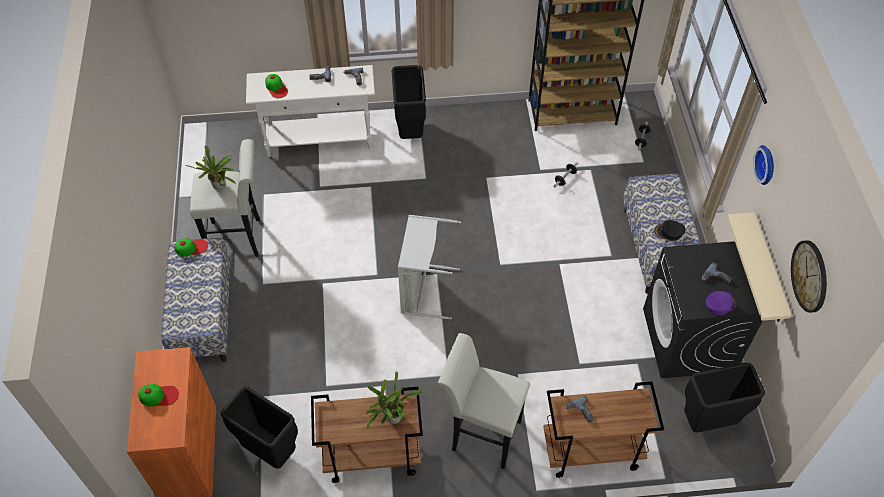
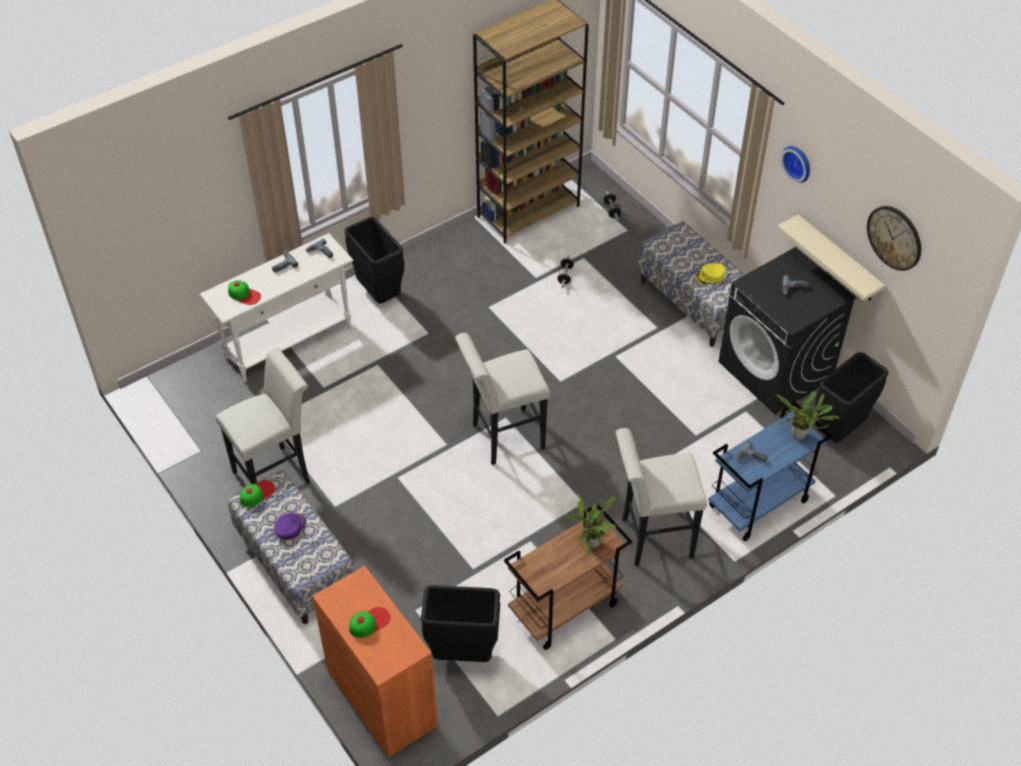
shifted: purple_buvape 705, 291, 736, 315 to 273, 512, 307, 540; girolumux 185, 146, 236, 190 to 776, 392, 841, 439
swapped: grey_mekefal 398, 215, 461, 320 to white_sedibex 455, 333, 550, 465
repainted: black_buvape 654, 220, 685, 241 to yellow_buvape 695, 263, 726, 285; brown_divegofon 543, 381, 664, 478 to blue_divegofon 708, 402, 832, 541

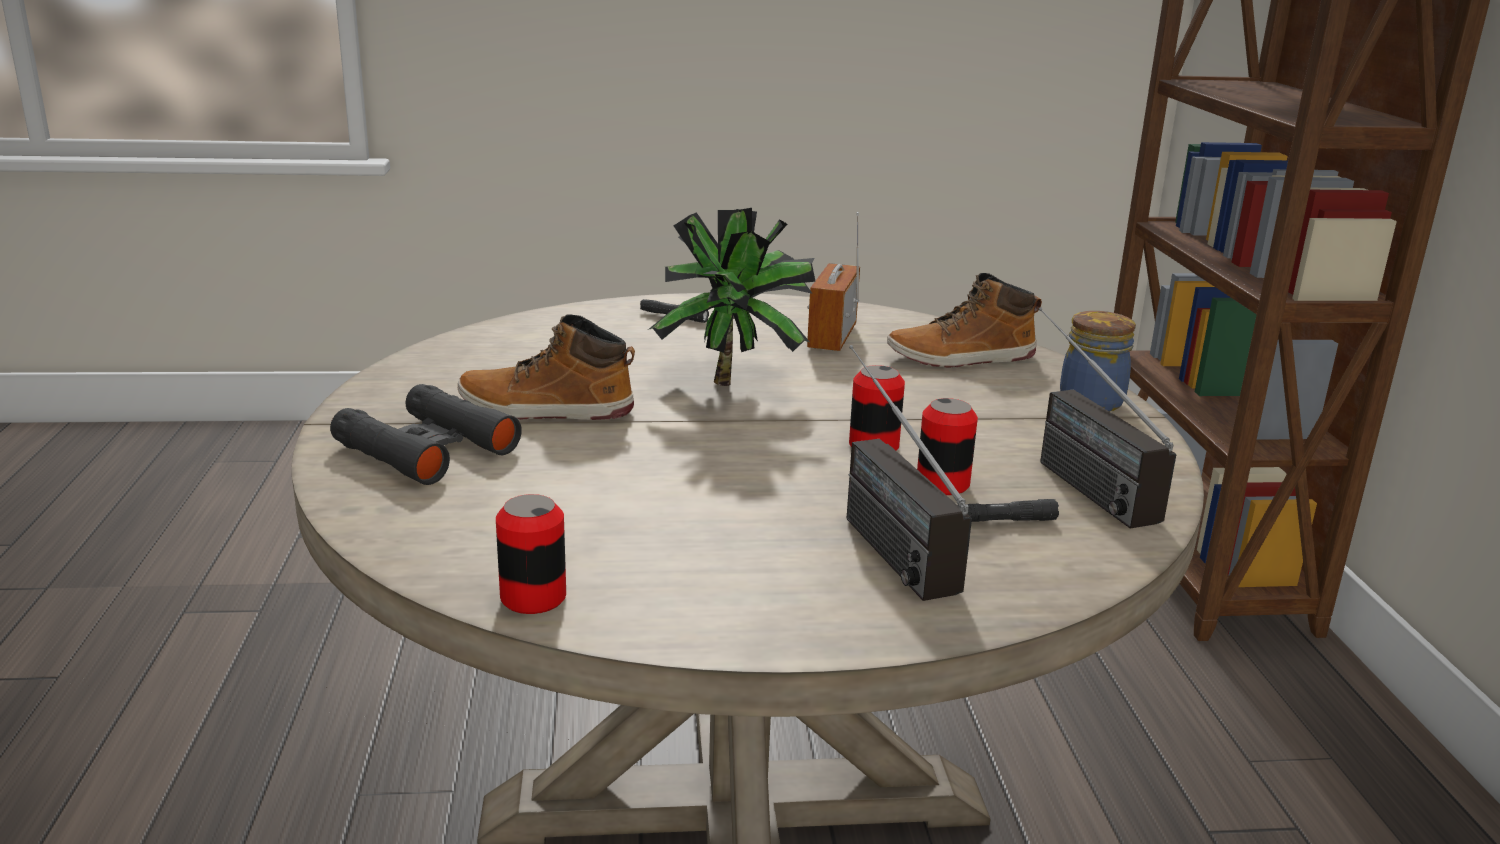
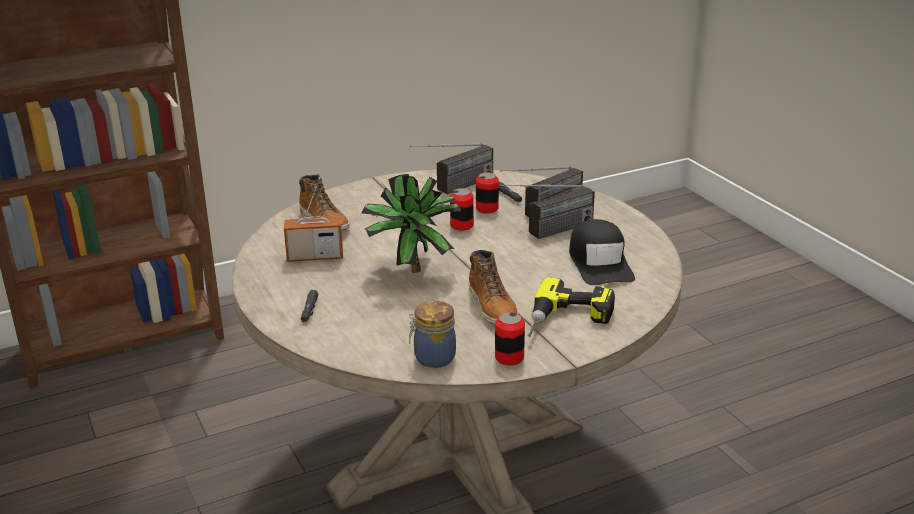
new: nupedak 499, 184, 595, 239; black_buvape 569, 219, 635, 285
shifted: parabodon 1060, 311, 1136, 412 to 409, 301, 456, 368; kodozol 496, 494, 566, 614 to 495, 312, 525, 365
swapped: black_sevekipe 330, 384, 522, 485 to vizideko 528, 277, 615, 338

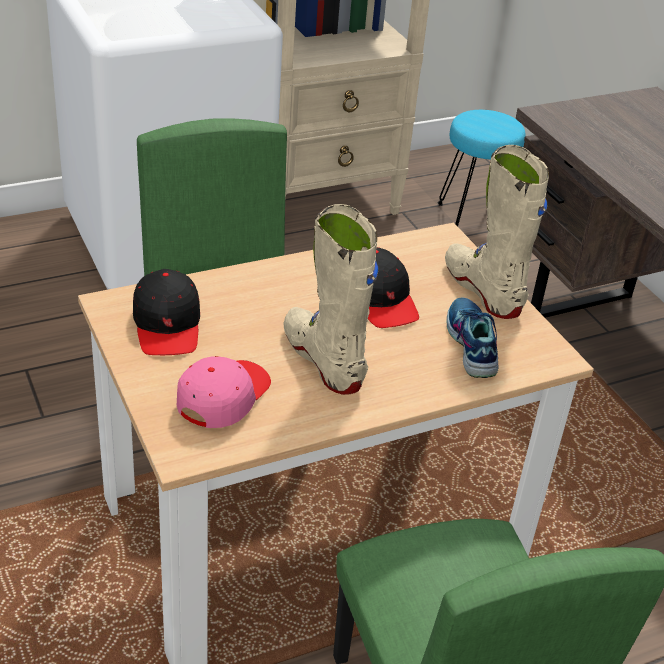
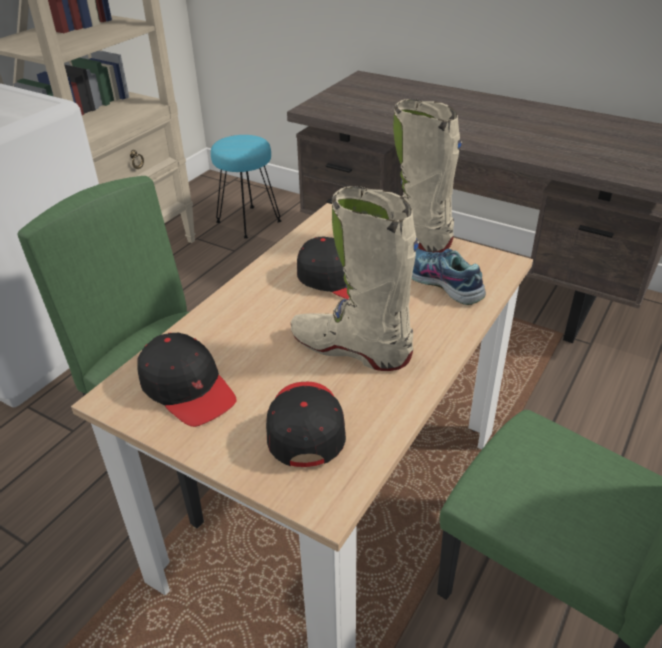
repainted: pink_buvape 177, 356, 271, 428 to black_buvape 266, 382, 346, 467

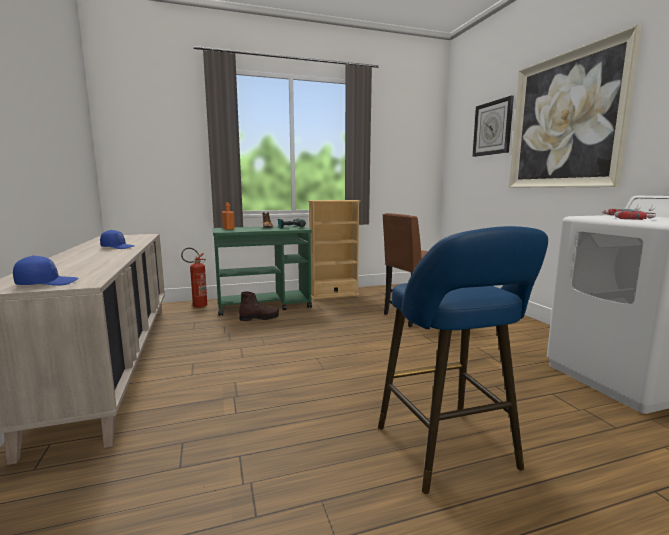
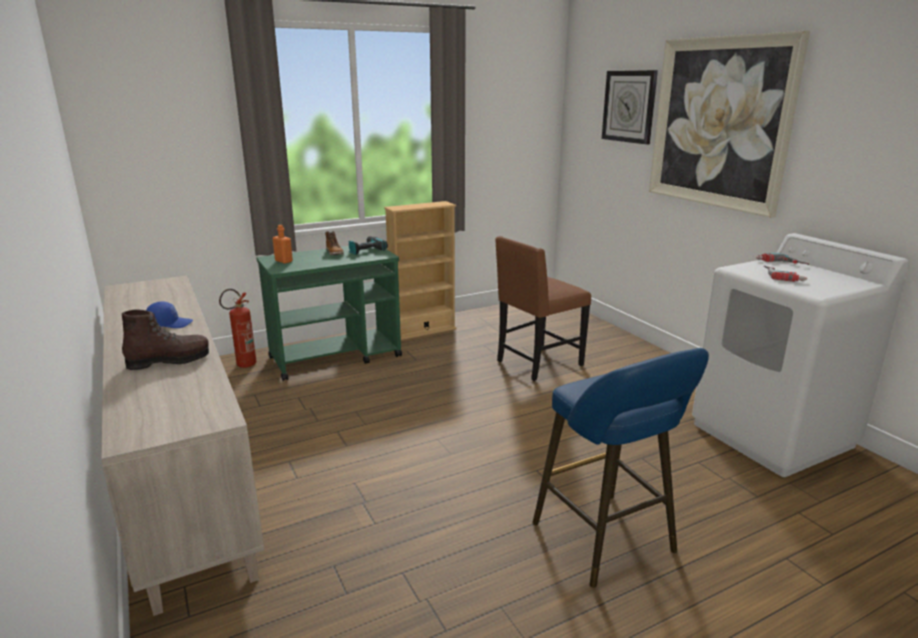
gone: blue_buvape 13, 255, 78, 286
shifted: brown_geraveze 239, 291, 279, 321 to 122, 310, 209, 370

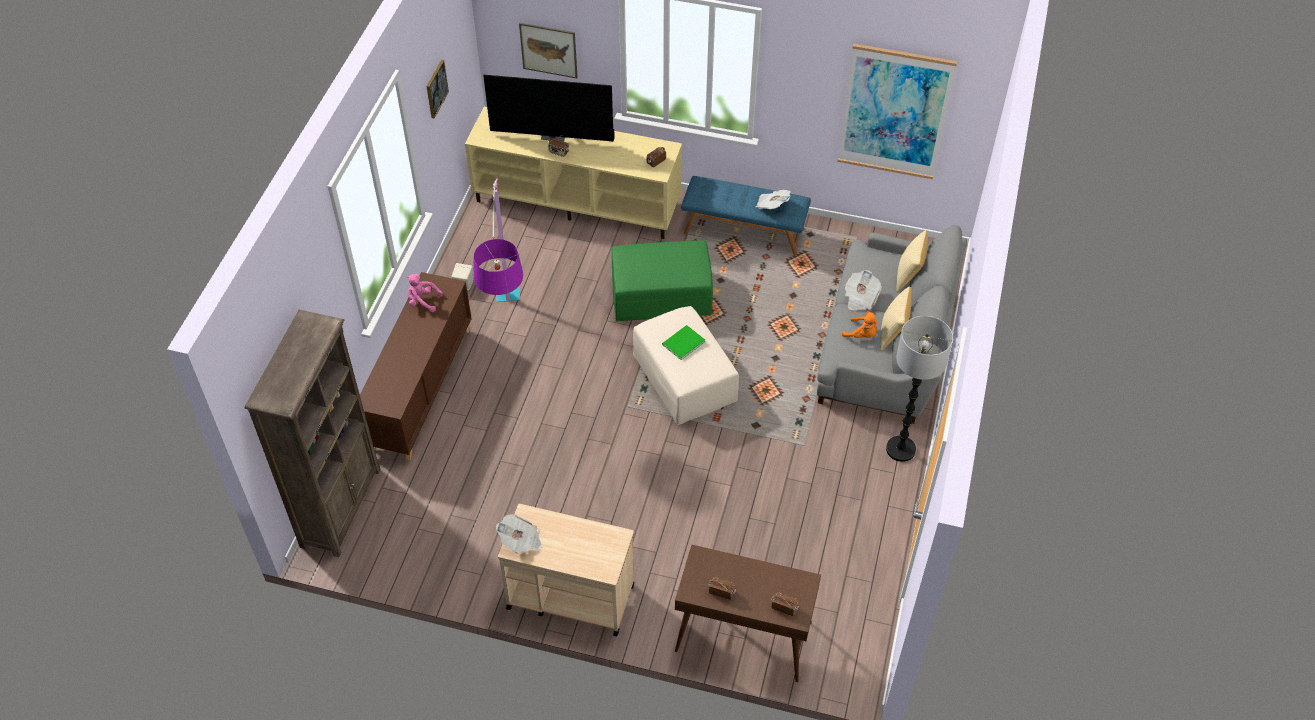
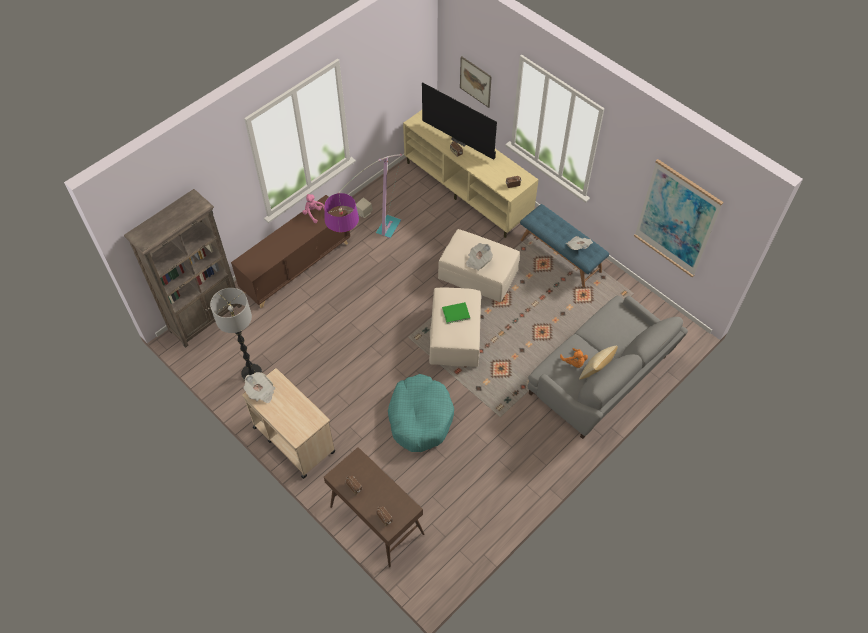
gone: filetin 426, 60, 449, 119; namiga 896, 230, 928, 292
new: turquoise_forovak 388, 374, 454, 452
shifted: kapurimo 886, 316, 953, 462 to 210, 288, 262, 381; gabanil 845, 270, 882, 310 to 465, 243, 493, 271
repainted: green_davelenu 612, 241, 713, 321 to beige_davelenu 438, 229, 520, 302

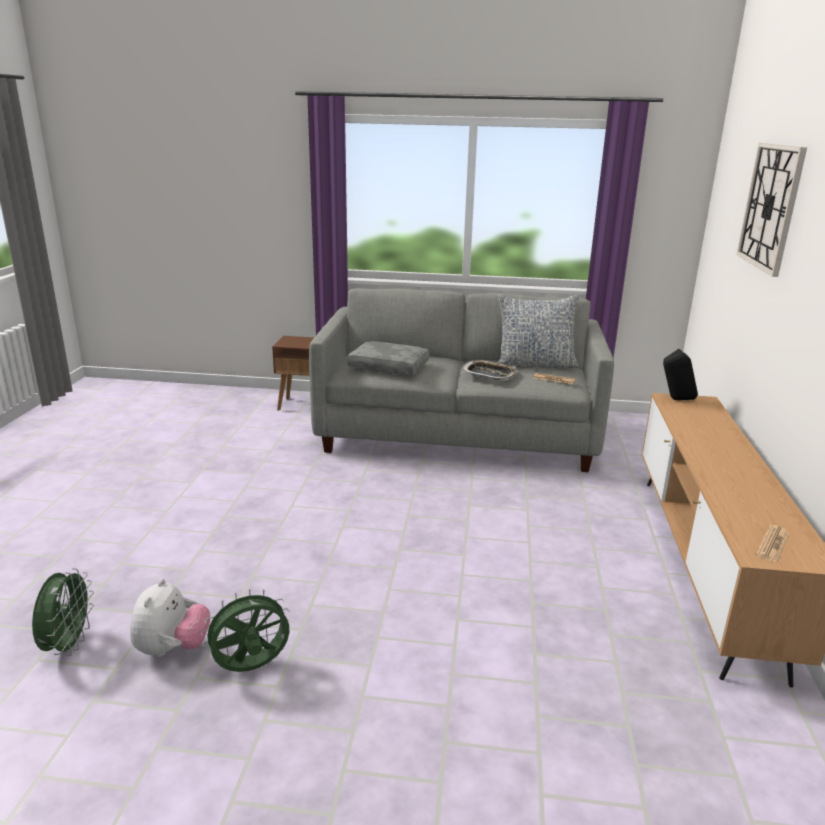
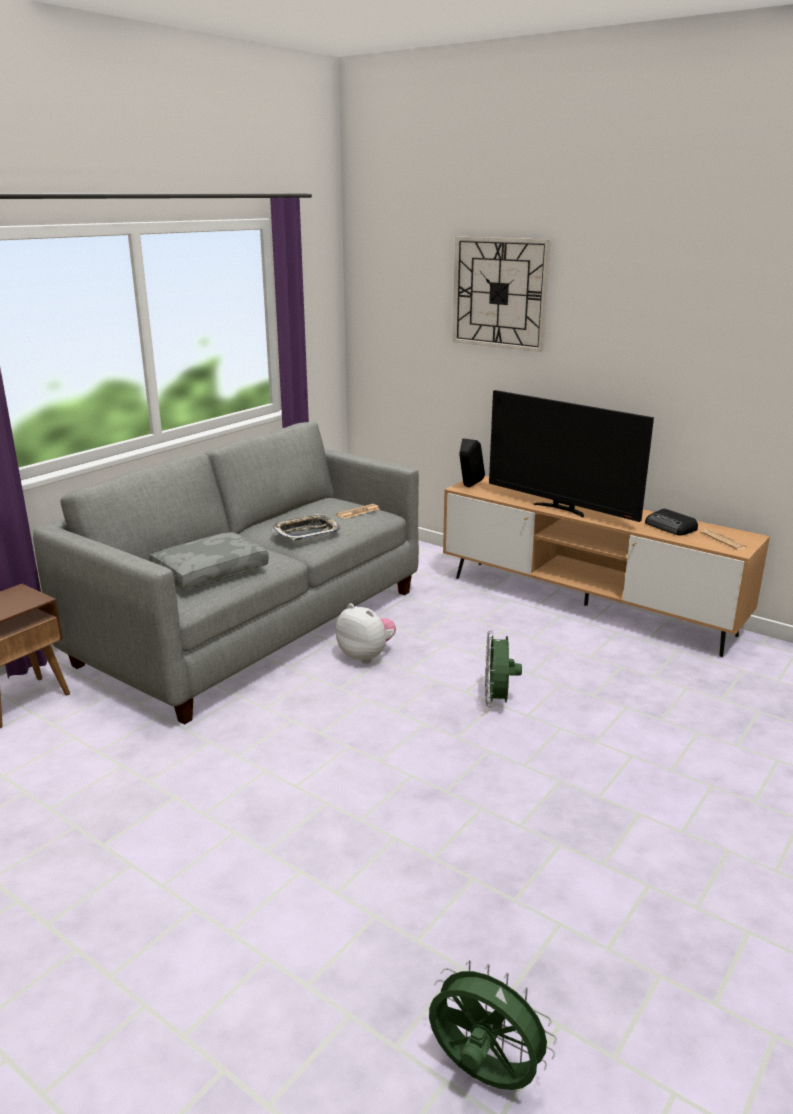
gone: namiga 497, 294, 579, 368
new: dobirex 489, 390, 654, 522; nupedak 645, 509, 698, 535
shifted: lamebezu 130, 579, 210, 657 to 336, 603, 396, 664; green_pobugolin 201, 589, 290, 672 to 485, 630, 522, 707

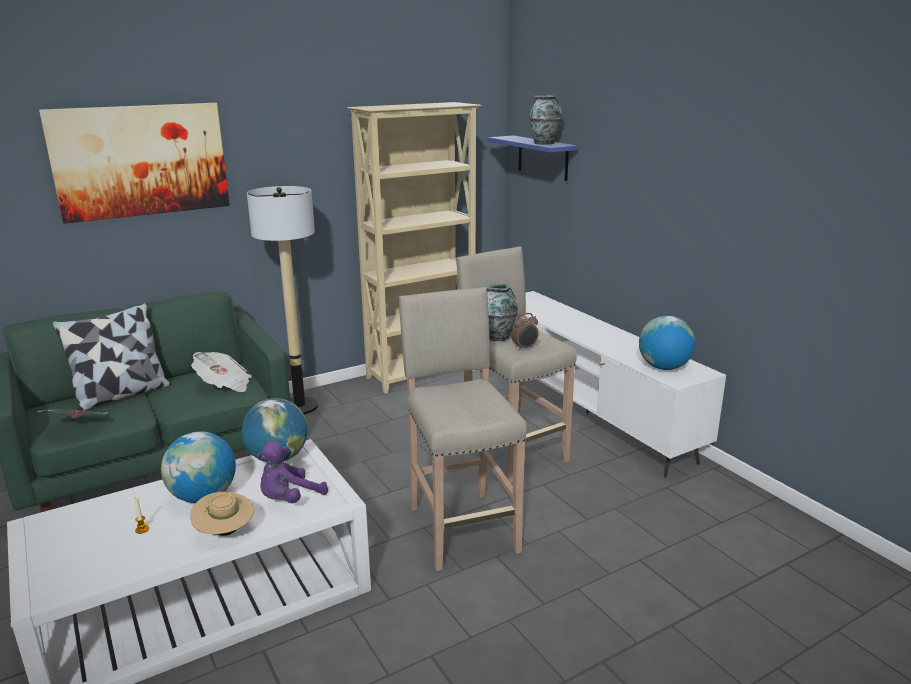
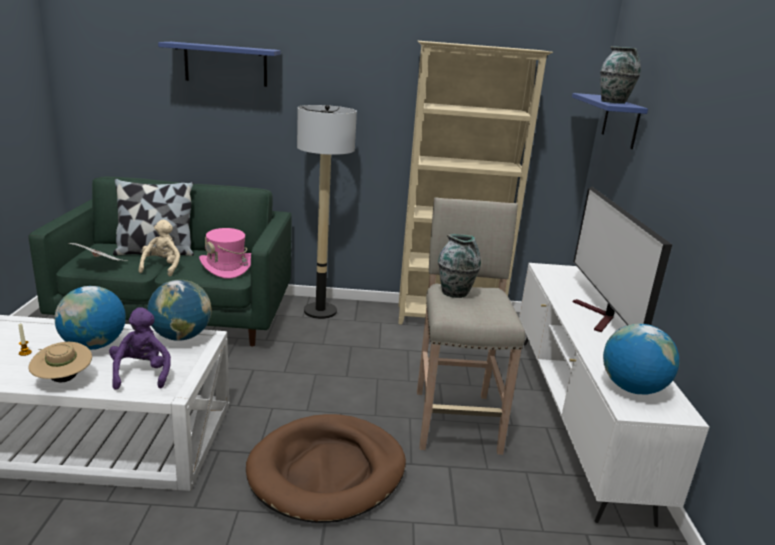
gone: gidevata 511, 313, 539, 350
new: beige_lamebezu 139, 220, 180, 276; dobirex 573, 187, 672, 332
swapped: filetin 39, 103, 230, 224 to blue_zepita 158, 42, 281, 87; gabanil 191, 352, 251, 392 to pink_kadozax 199, 228, 251, 279; beige_sedibex 398, 287, 527, 571 to brown_forovak 246, 414, 406, 523
rotated: purple_lamebezu 256, 441, 328, 503 = 109, 307, 171, 390 90 degrees clockwise

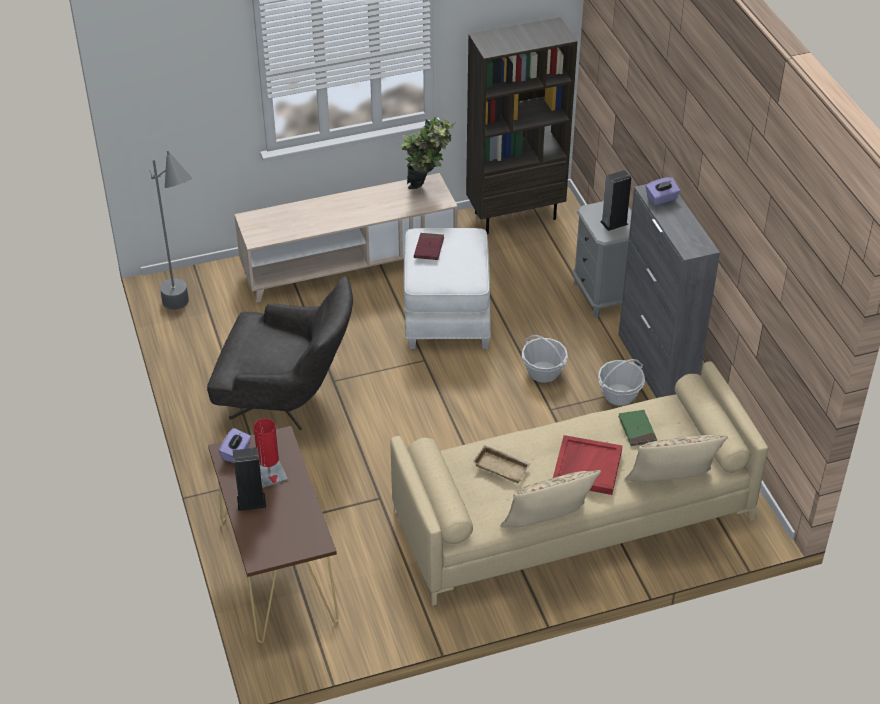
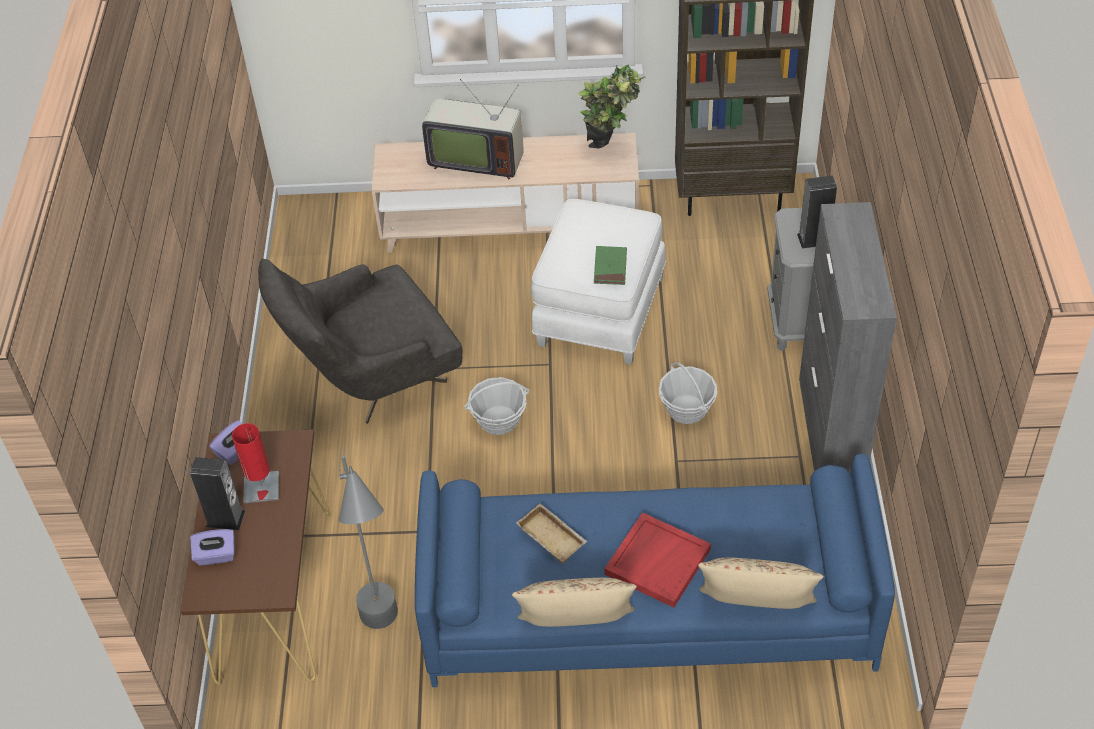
gone: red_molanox 414, 233, 444, 260
new: dobirex 422, 79, 524, 179
shifted: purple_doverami 646, 177, 680, 205 to 190, 529, 235, 565; grey_kapurimo 149, 151, 193, 310 to 339, 455, 398, 629; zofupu 598, 359, 645, 406 to 464, 377, 529, 435; green_molanox 618, 410, 657, 446 to 594, 246, 627, 285
repainted: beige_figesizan 391, 361, 768, 606 to blue_figesizan 415, 454, 895, 687
rotated: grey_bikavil 207, 276, 353, 430 = 258, 259, 462, 424 120 degrees clockwise

